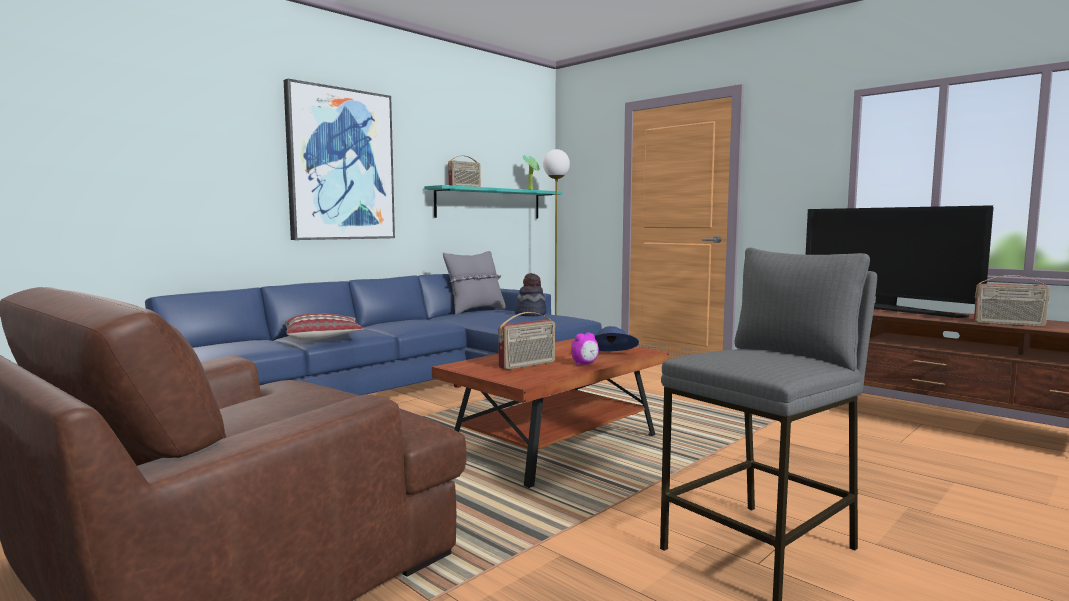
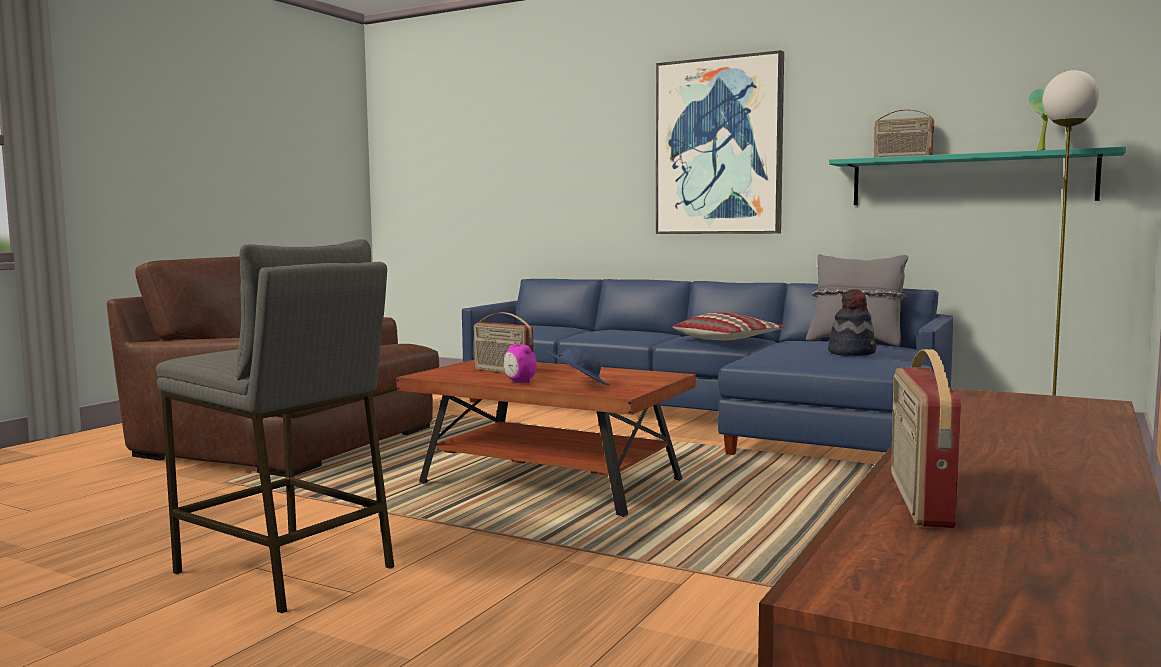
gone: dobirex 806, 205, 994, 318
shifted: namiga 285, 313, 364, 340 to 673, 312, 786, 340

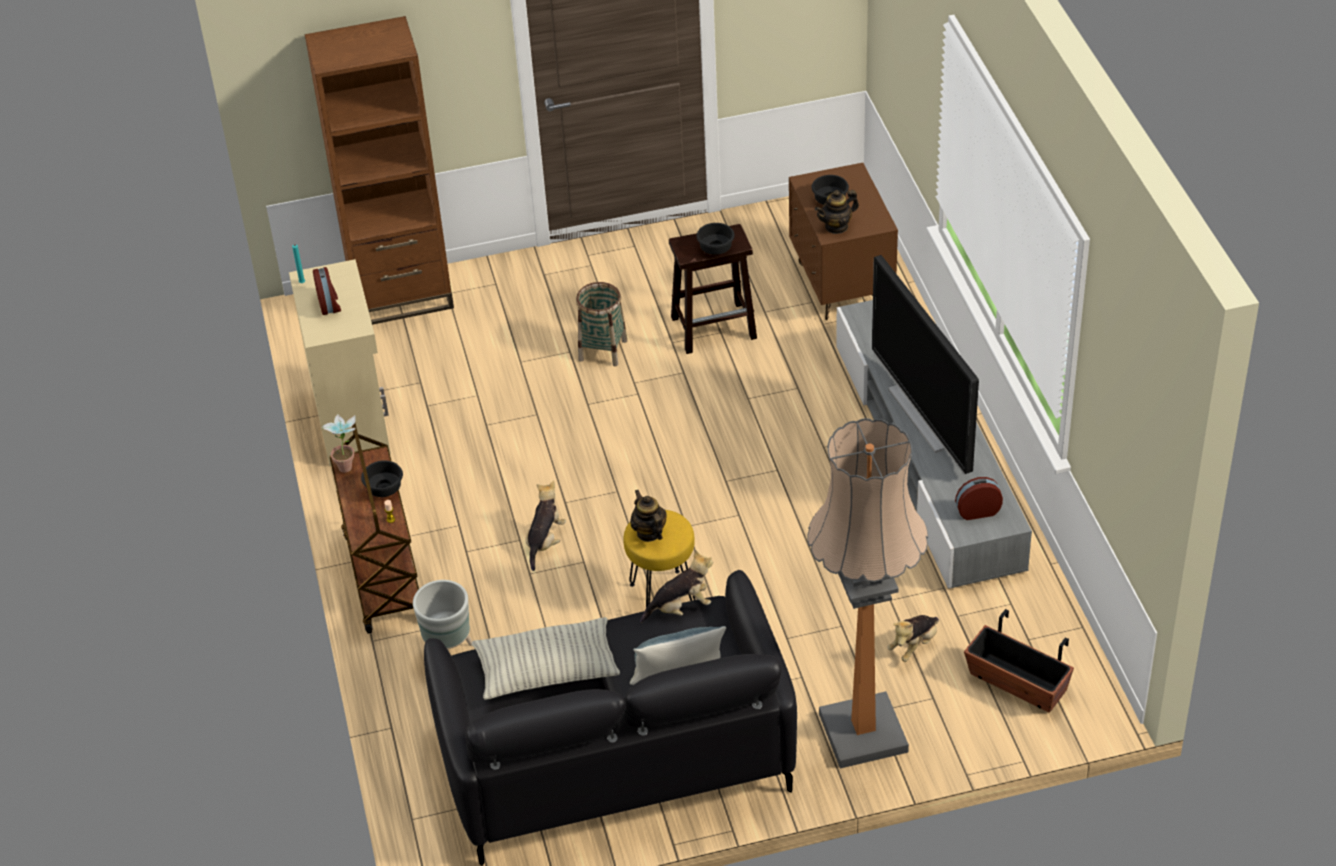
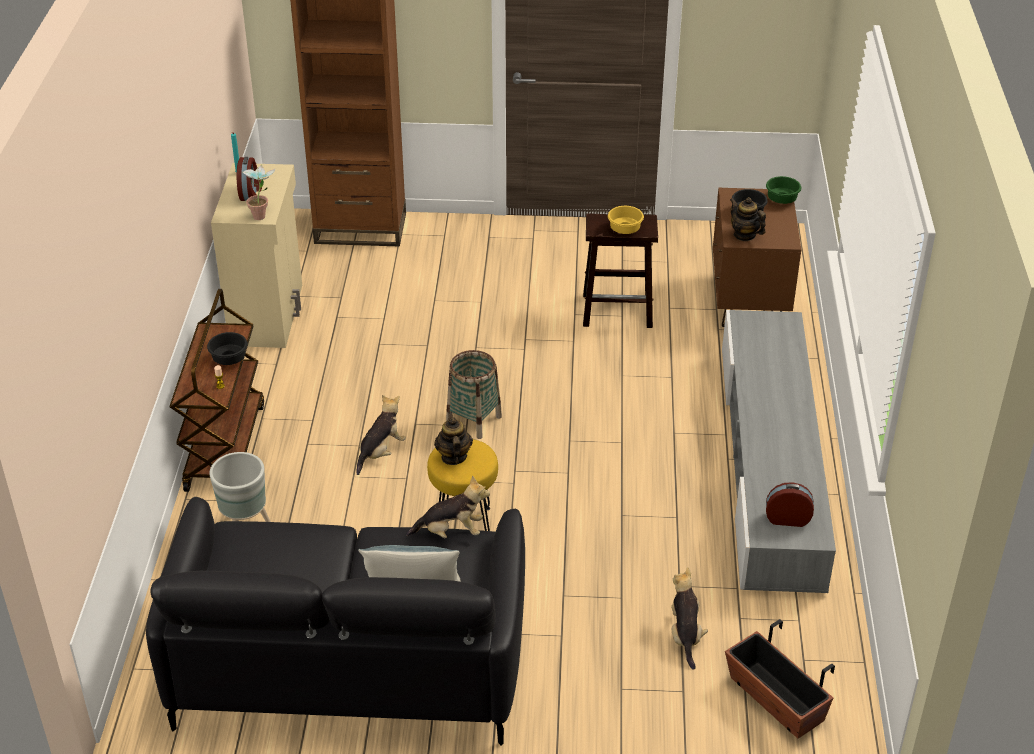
gone: namiga 472, 617, 620, 700; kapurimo 807, 418, 928, 769; dobirex 872, 255, 979, 475
new: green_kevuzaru 766, 176, 801, 204
shifted: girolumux 321, 413, 356, 473 to 243, 165, 275, 220; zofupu 576, 282, 627, 366 to 446, 350, 502, 439
repainted: black_kevuzaru 697, 223, 734, 255 to yellow_kevuzaru 608, 206, 644, 234
rotated: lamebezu 887, 615, 939, 662 = 671, 567, 708, 670 120 degrees clockwise; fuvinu 815, 190, 859, 234 = 730, 197, 766, 241 60 degrees clockwise

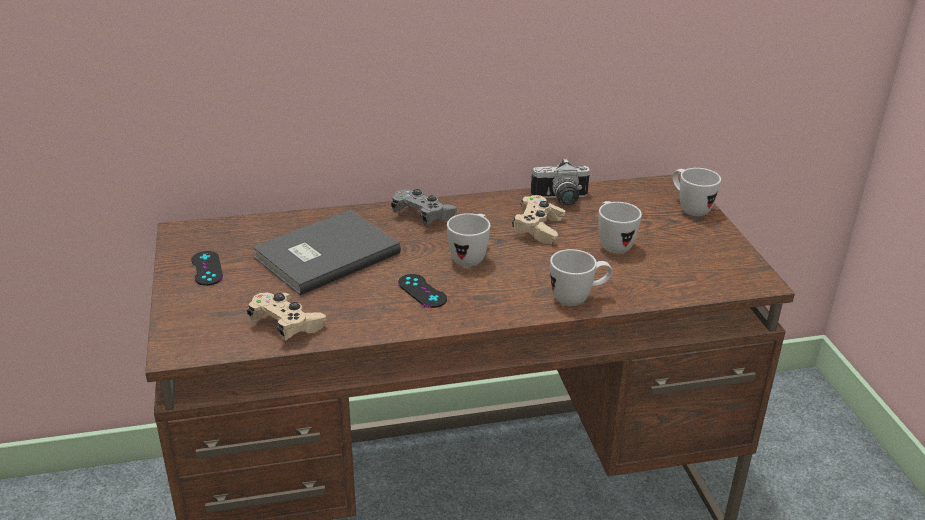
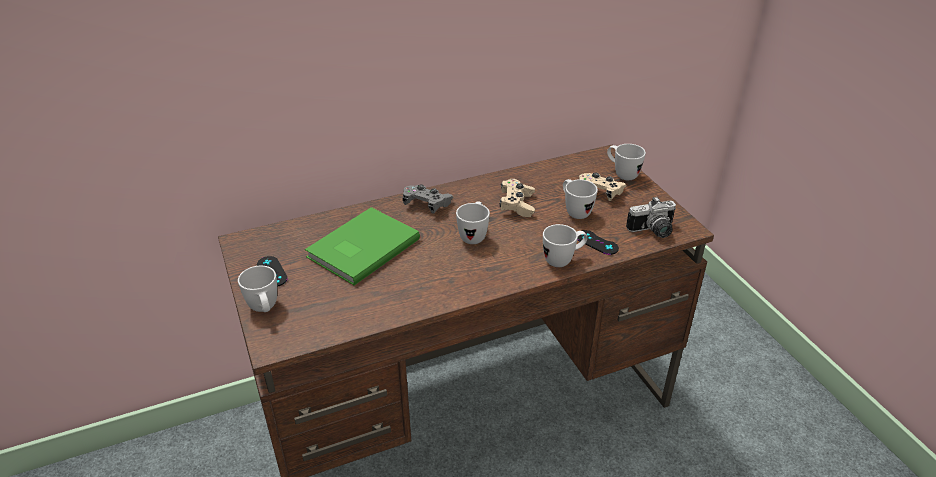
new: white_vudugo 238, 266, 277, 312
shifted: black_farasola 398, 274, 447, 308 to 577, 230, 619, 255; beige_farasola 247, 293, 327, 341 to 579, 172, 626, 201; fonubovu 531, 158, 590, 206 to 626, 197, 676, 238
repainted: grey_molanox 253, 210, 401, 296 to green_molanox 305, 207, 420, 285

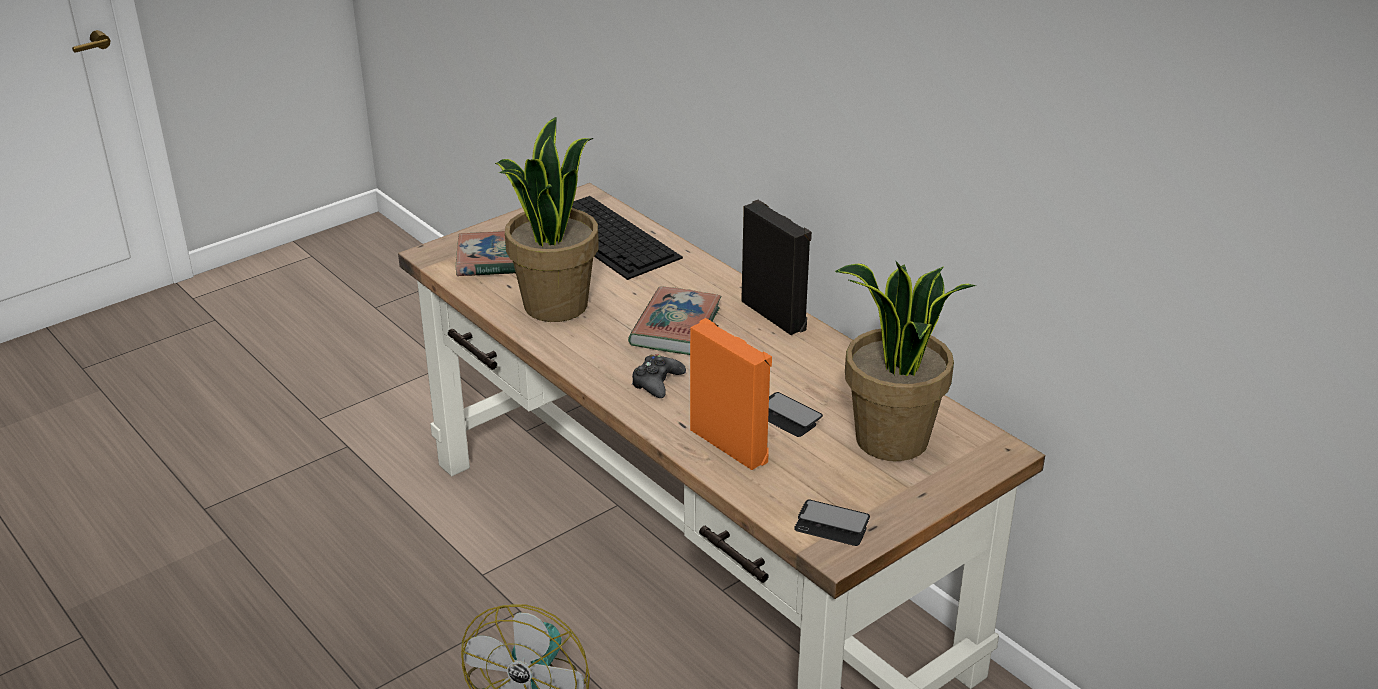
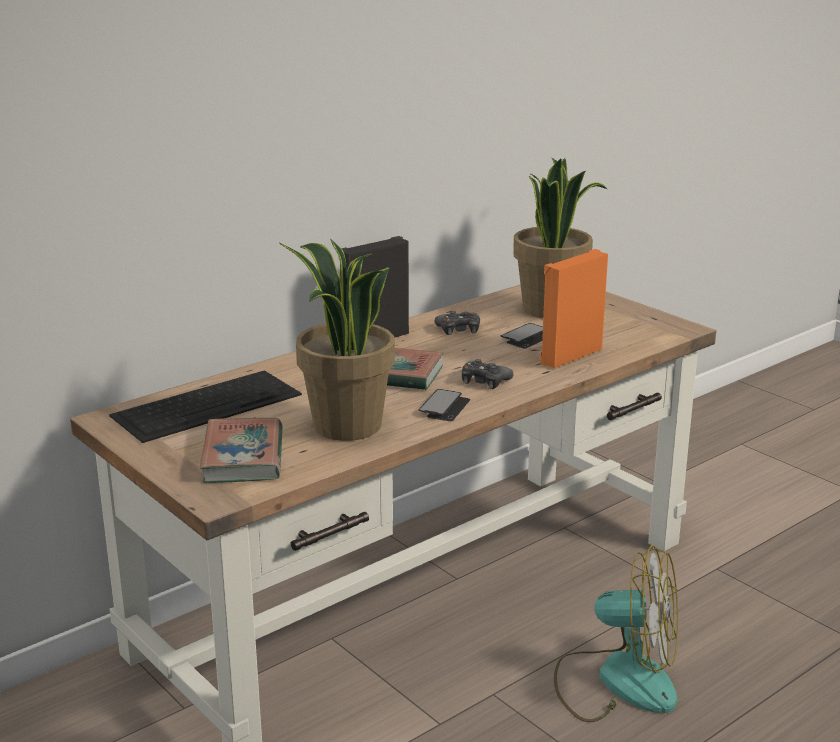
new: black_farasola 435, 311, 480, 335
shifted: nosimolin 794, 499, 870, 546 to 418, 389, 470, 421

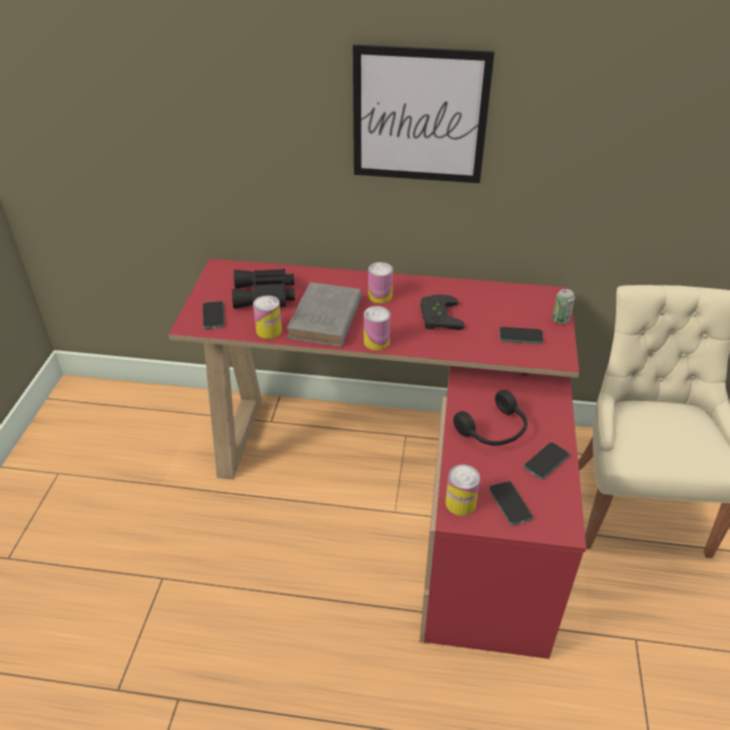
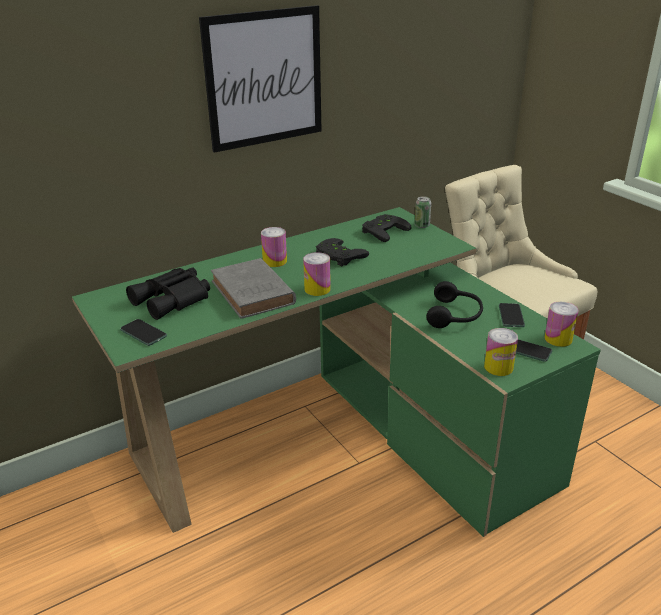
gone: nosimolin 499, 327, 544, 344
new: black_farasola 362, 214, 412, 242
shifted: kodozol 253, 295, 282, 339 to 544, 302, 579, 347
repainted: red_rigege 168, 258, 586, 659 to green_rigege 72, 207, 601, 537

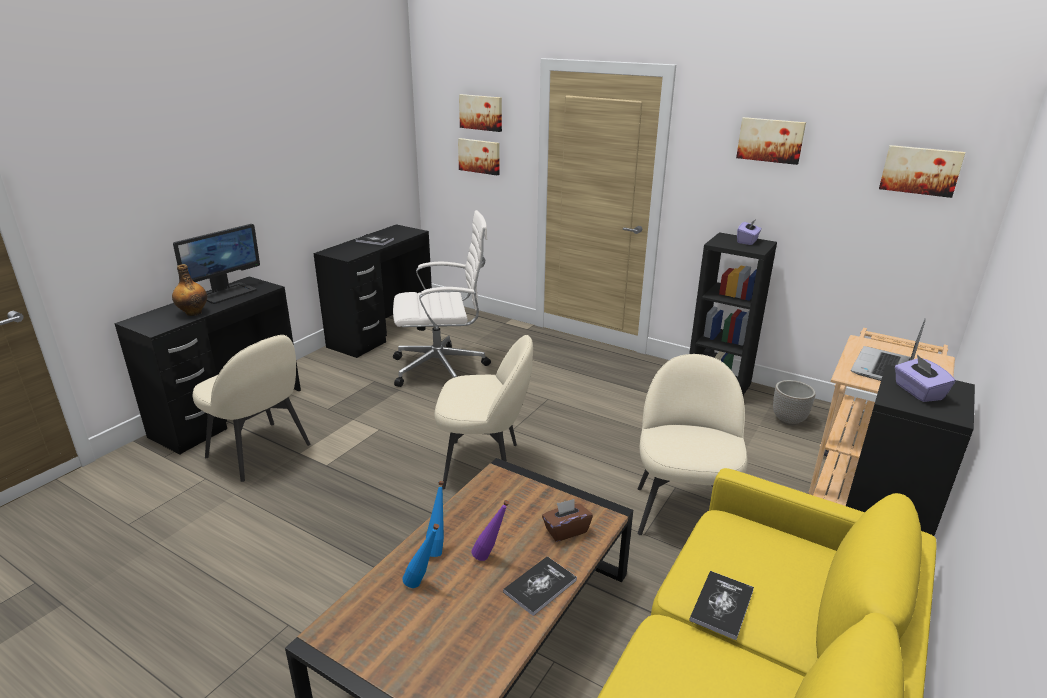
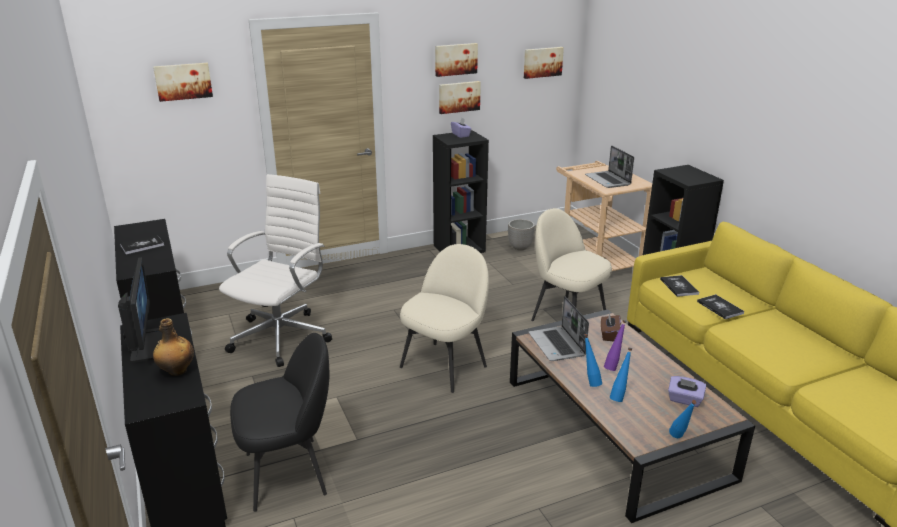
new: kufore 529, 296, 589, 361; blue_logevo 669, 400, 697, 438
shifted: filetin 458, 138, 500, 175 to 439, 81, 481, 114; molanox 503, 556, 577, 616 to 660, 275, 699, 297; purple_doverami 895, 355, 955, 402 to 668, 376, 706, 407
repainted: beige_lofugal 193, 335, 310, 482 to black_lofugal 230, 333, 330, 512

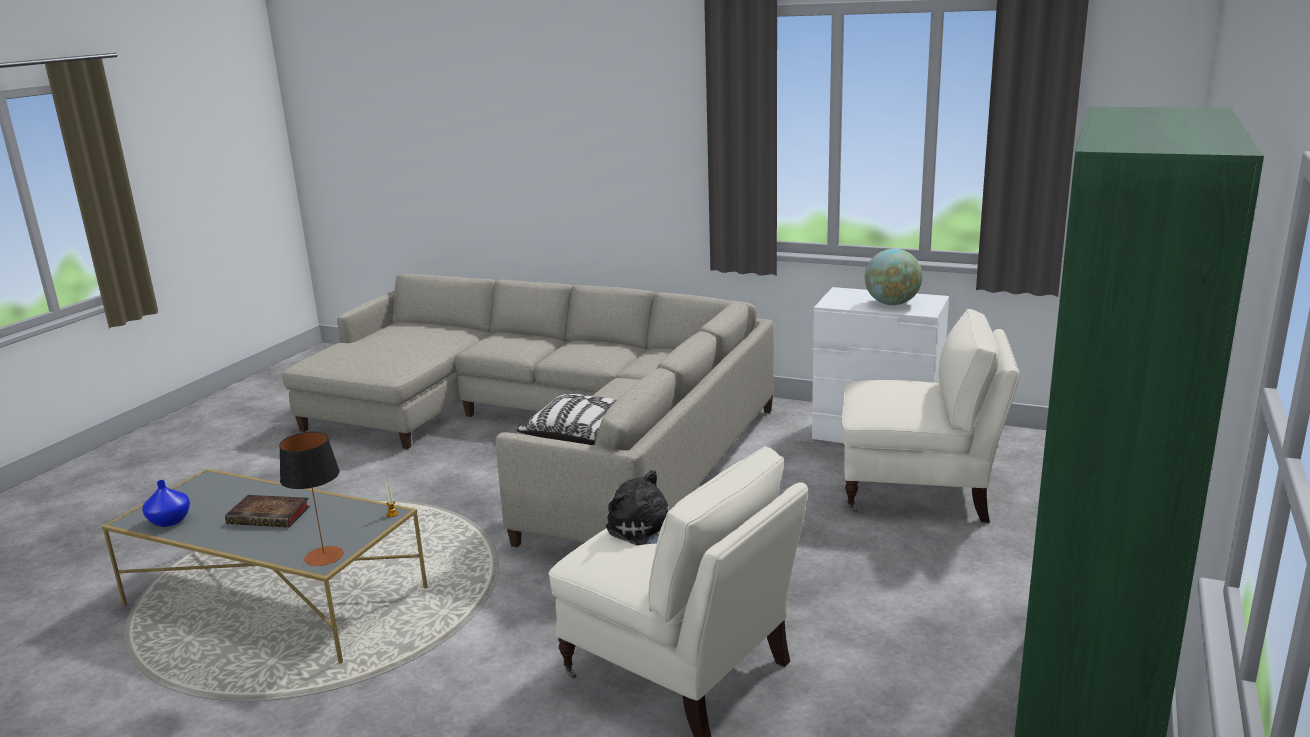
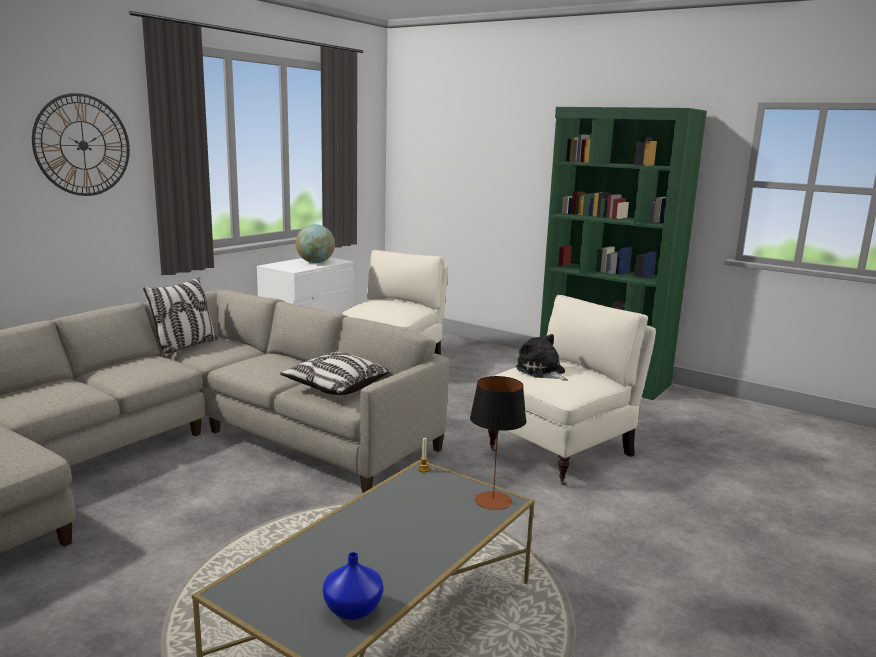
gone: molanox 225, 495, 310, 527
new: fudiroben 32, 93, 130, 196; namiga 143, 277, 218, 357
rotated: lamebezu 606, 470, 670, 545 = 516, 334, 568, 381 90 degrees clockwise

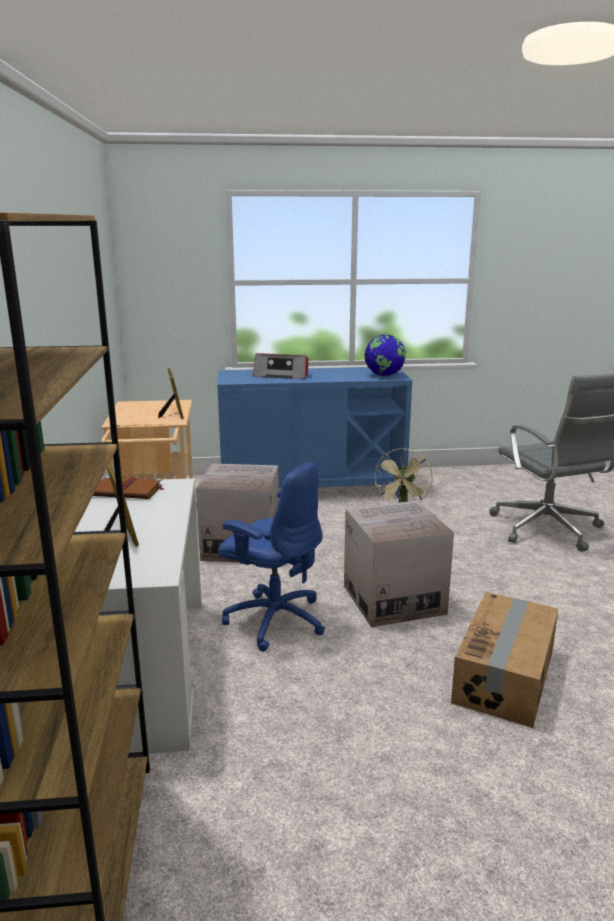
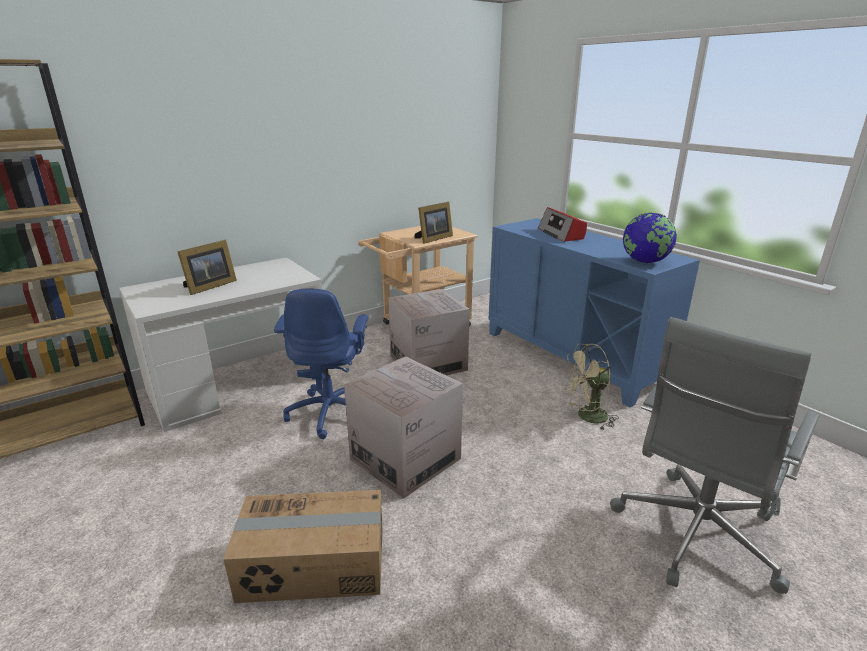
gone: brown_molanox 93, 476, 165, 499

